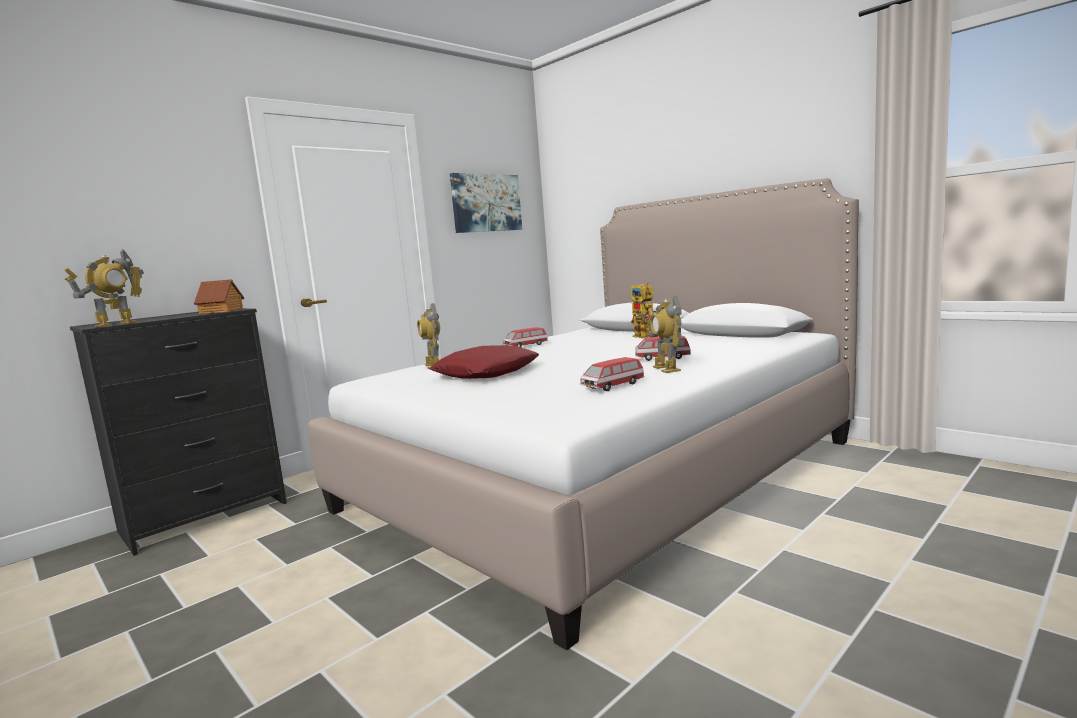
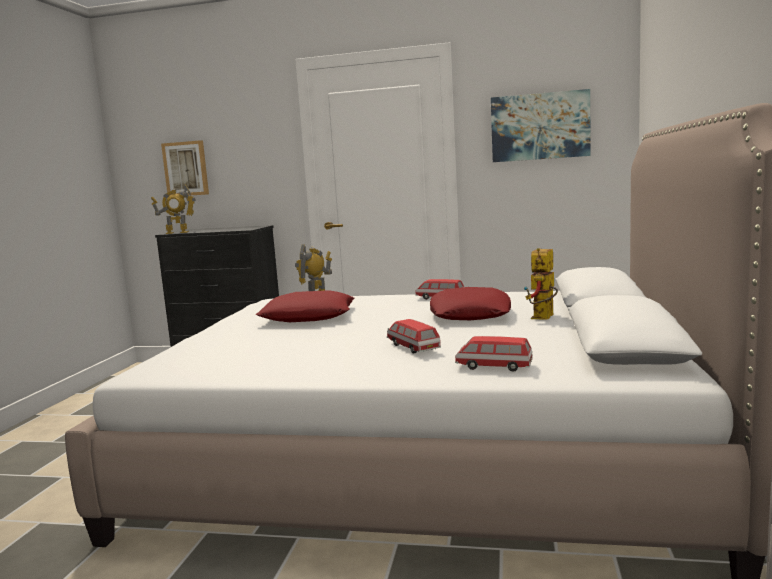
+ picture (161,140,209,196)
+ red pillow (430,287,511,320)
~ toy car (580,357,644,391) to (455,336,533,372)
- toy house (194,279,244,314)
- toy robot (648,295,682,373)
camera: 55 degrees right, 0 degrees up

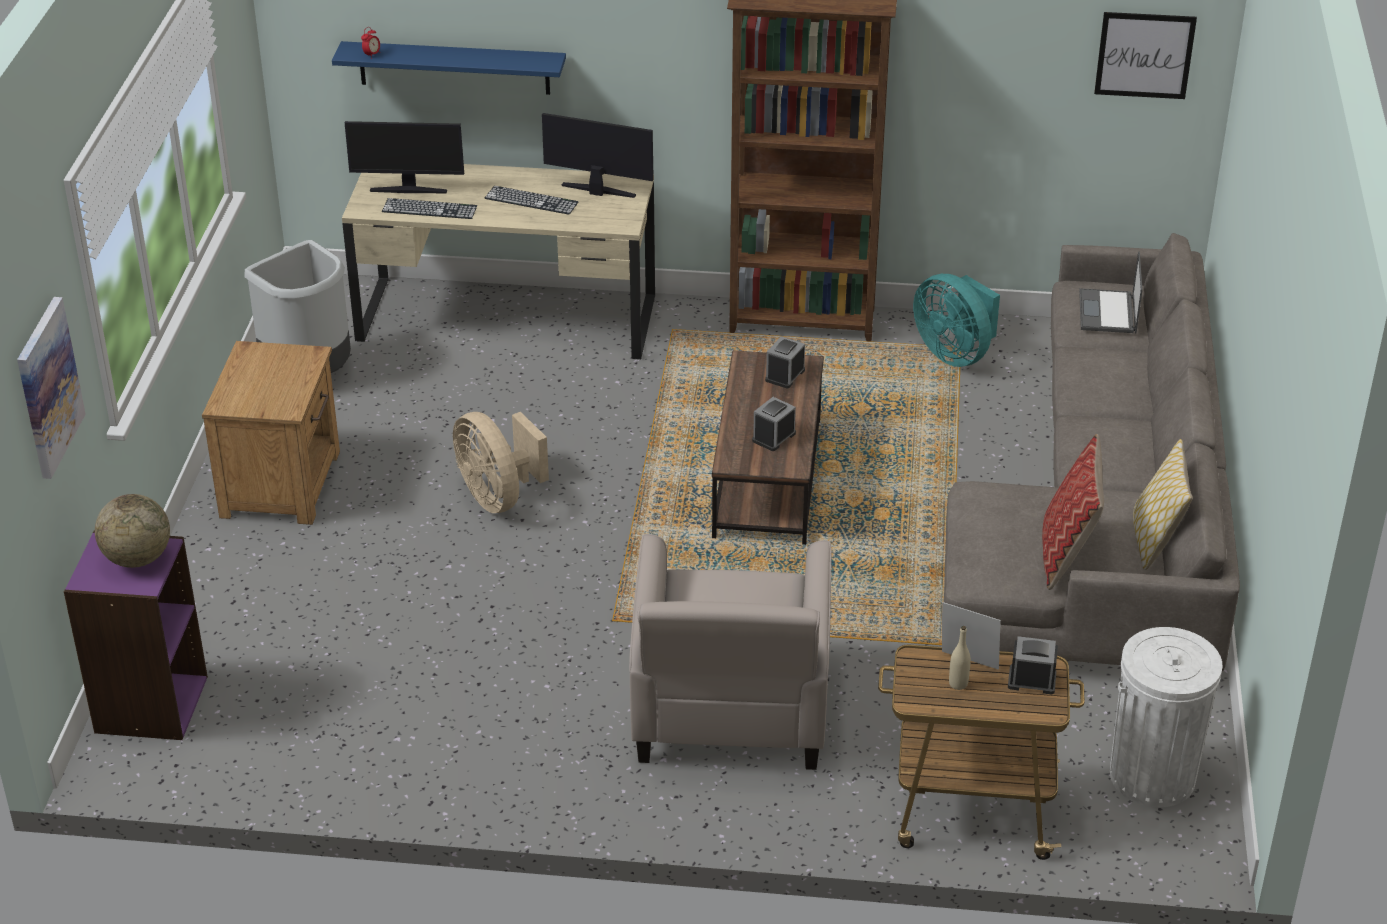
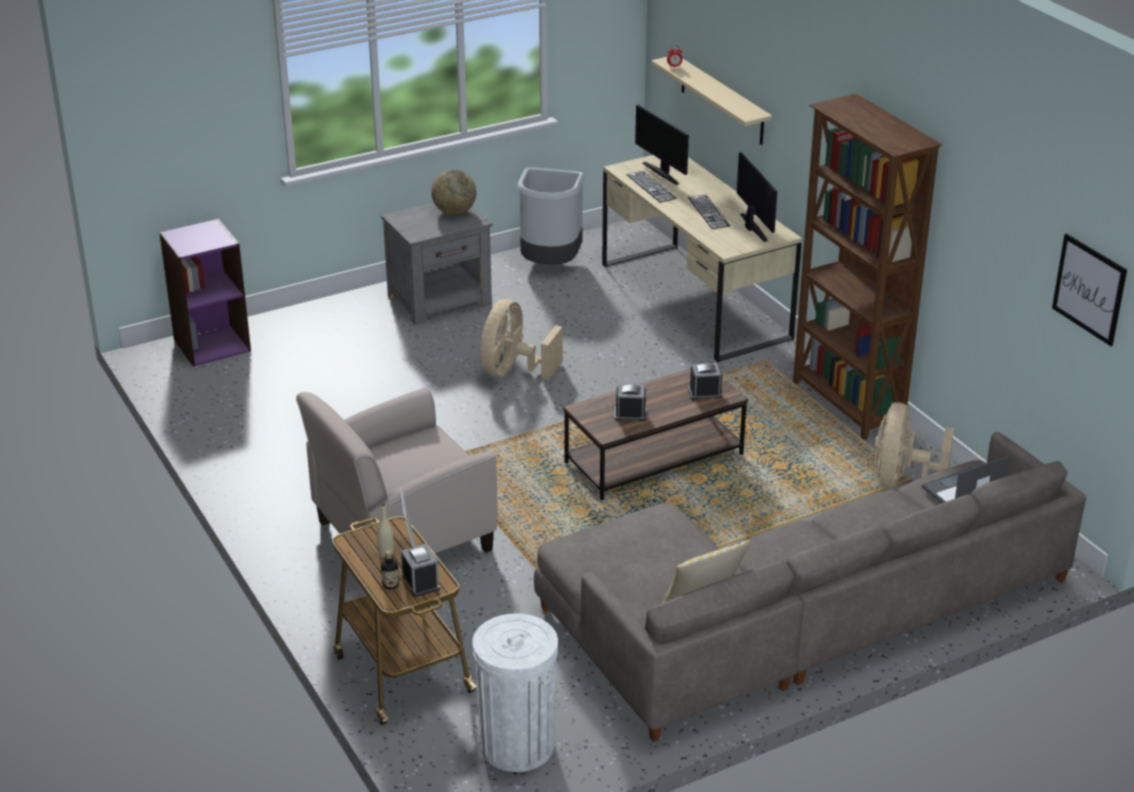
~ brown nightstand (202,341,340,525) to grey nightstand (381,203,493,325)
+ bottle (381,550,399,589)
~ globe (95,494,170,568) to (431,170,476,215)
~ blue shelf (332,41,566,95) to beige shelf (651,57,772,145)
~ turquoise fan (913,274,1000,367) to beige fan (875,402,954,488)
- picture (17,297,85,479)
- pillow (1042,434,1104,590)
camera: 55 degrees right, 5 degrees down

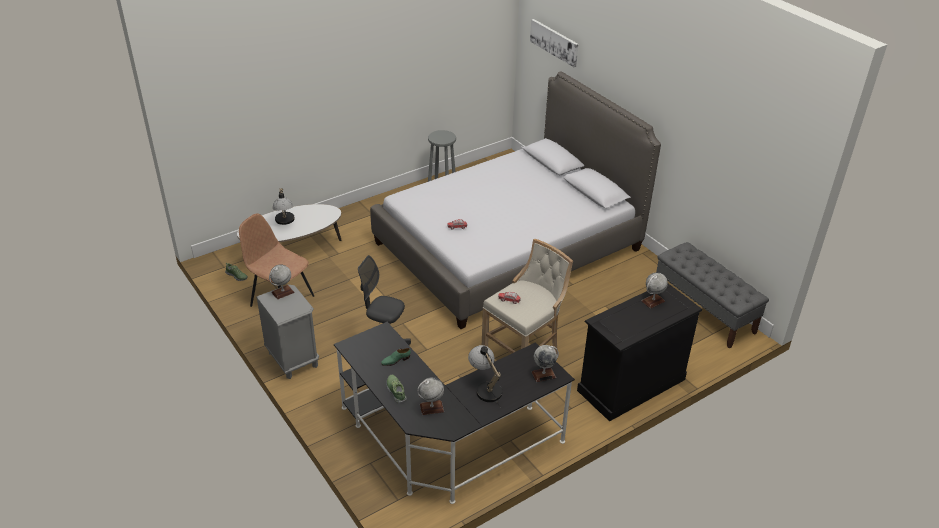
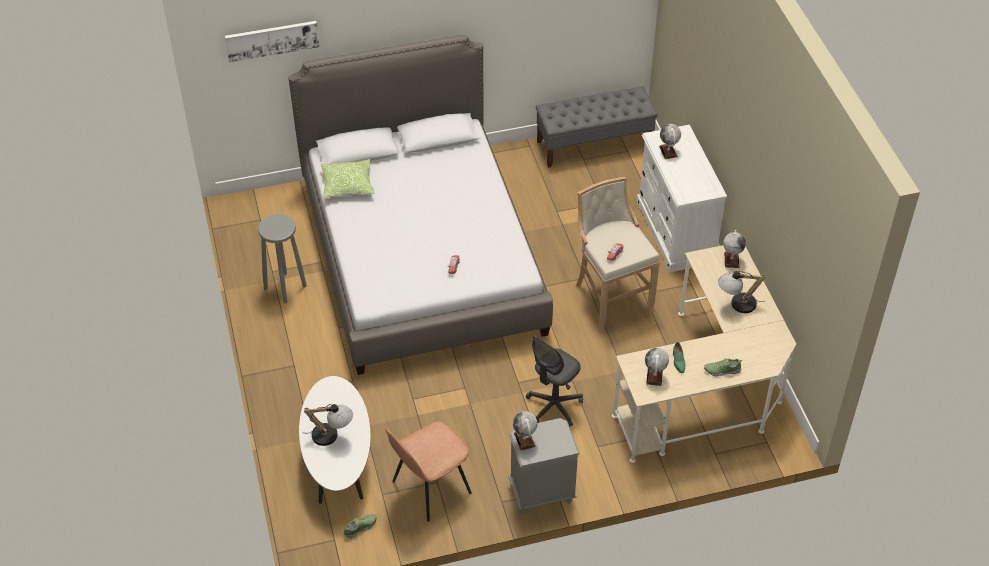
+ pillow (321,159,375,198)
~ black desk (334,322,575,504) to beige desk (612,245,796,463)
~ black dresser (577,284,702,422) to white dresser (637,125,727,272)
~ globe (417,377,444,415) to (645,348,669,386)
camera: 70 degrees left, 10 degrees up

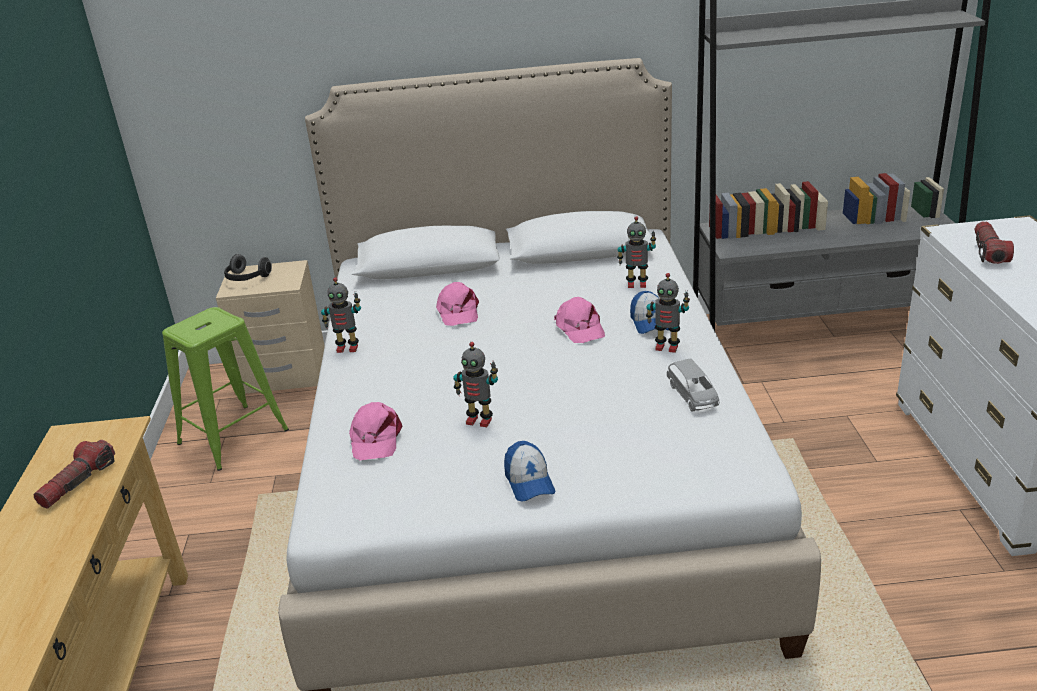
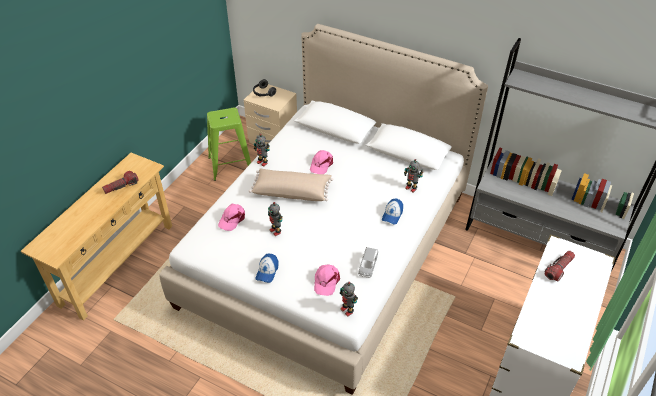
+ beige pillow (249,169,334,201)
~ pink cap (554,297,605,343) to (314,264,340,296)
~ toy robot (646,273,690,353) to (340,282,358,317)
camera: 30 degrees right, 15 degrees up

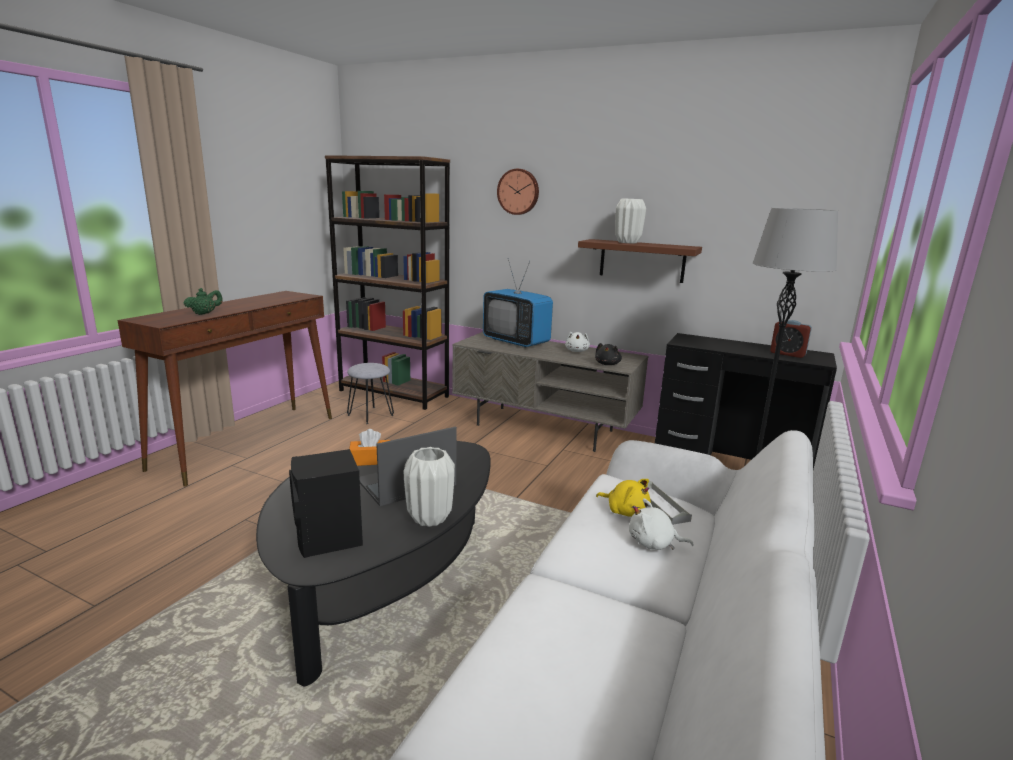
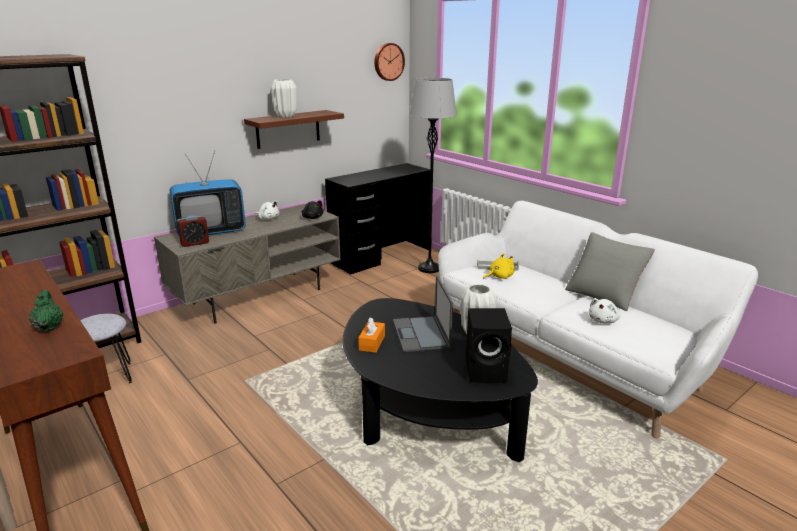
~ alarm clock (770,320,812,358) to (177,216,209,247)
~ wall clock (497,169,539,215) to (374,43,405,81)
+ grey pillow (565,232,655,311)
~ white plush toy (629,498,694,550) to (589,298,620,324)
camera: 65 degrees left, 5 degrees up

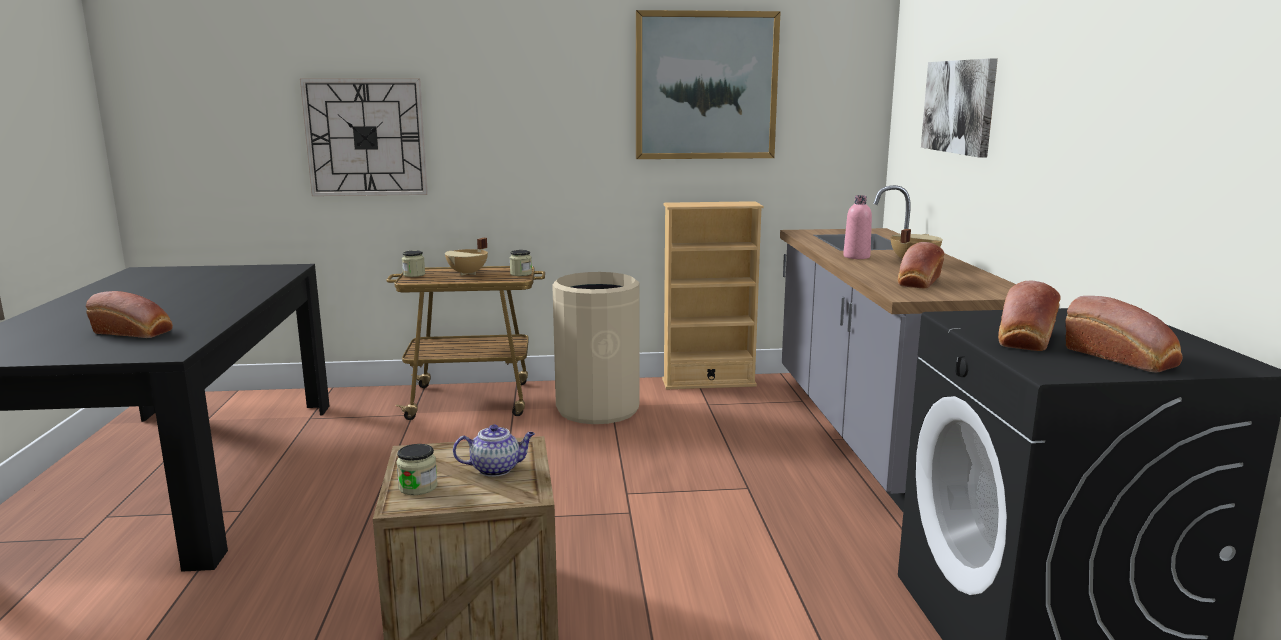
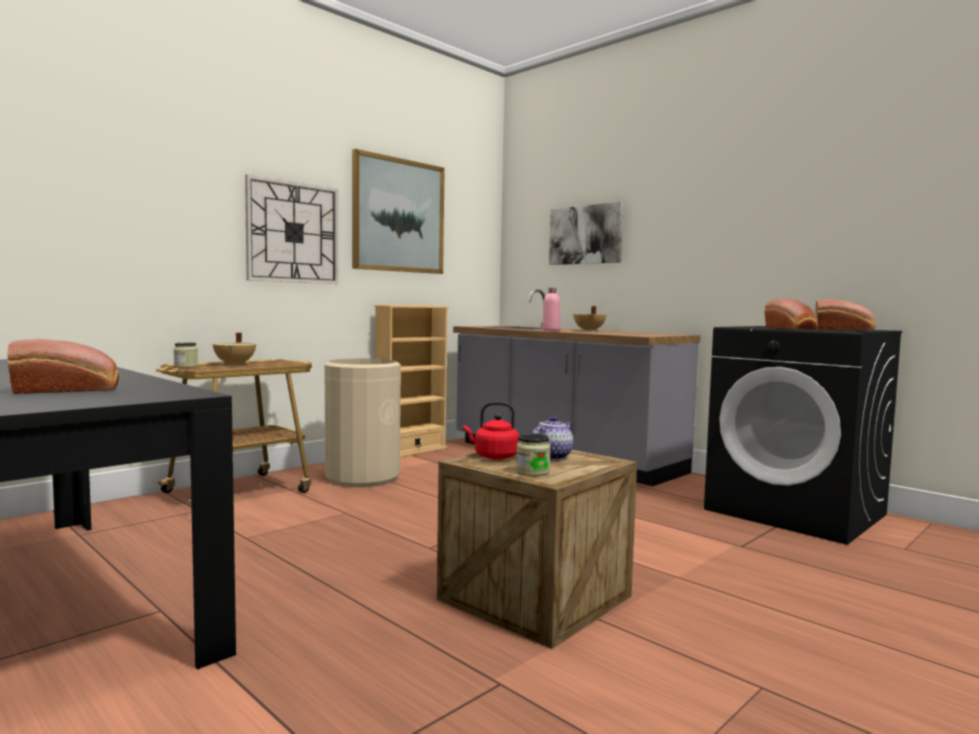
~ wall clock (300,79,428,196) to (245,174,338,284)
+ red kettle (463,402,519,460)
- jar (510,250,532,276)
- bread (898,242,945,288)
camera: 40 degrees left, 10 degrees down

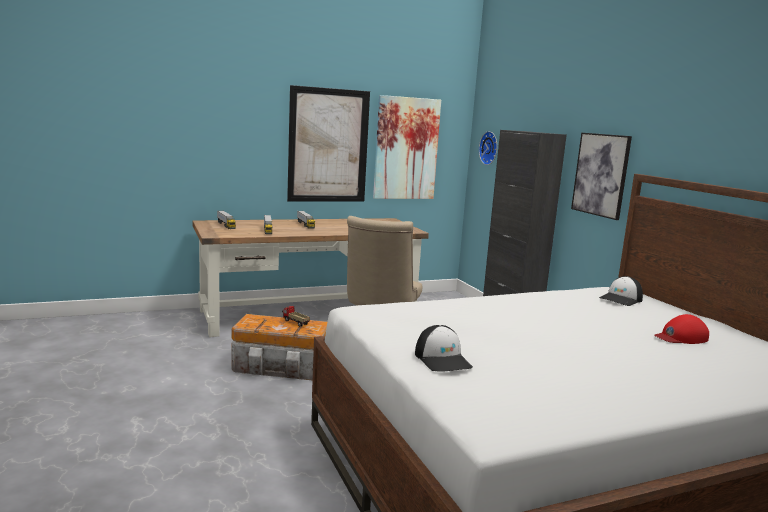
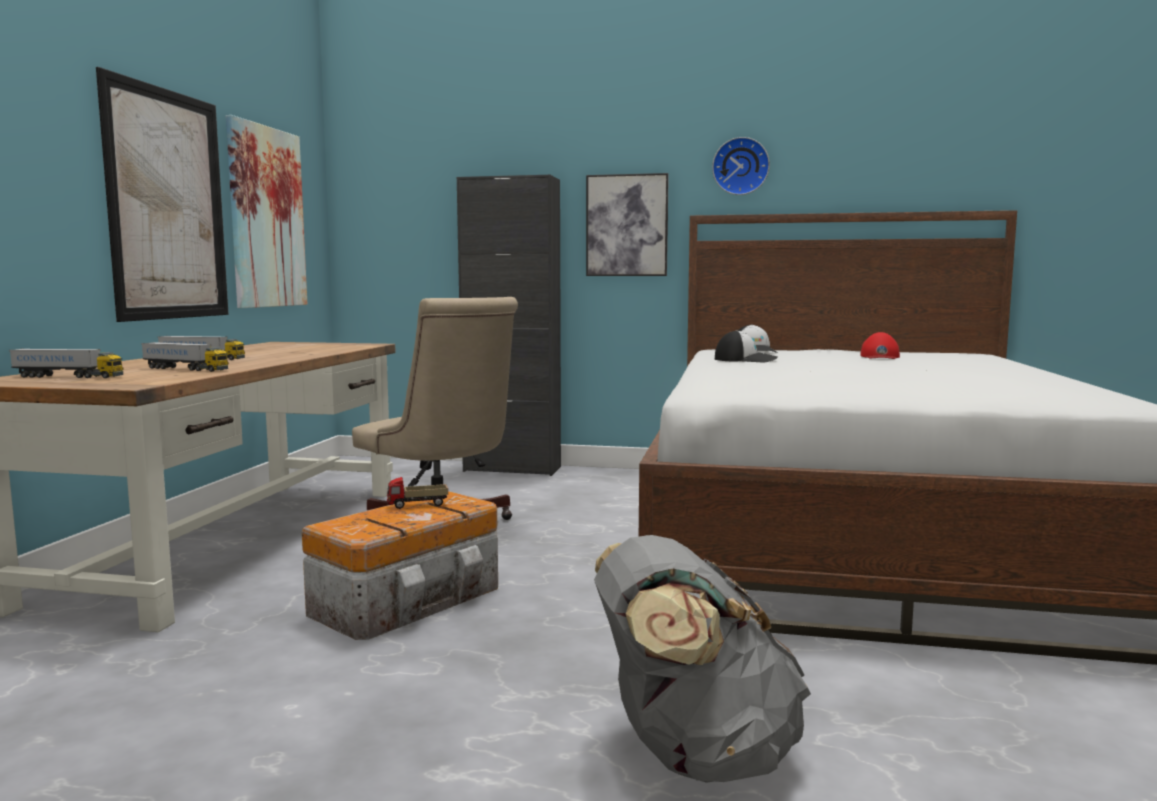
+ grey backpack (594,535,811,783)
~ wall clock (479,131,497,165) to (712,137,770,195)
~ cap (415,325,473,372) to (715,330,778,362)
camera: 55 degrees left, 5 degrees down

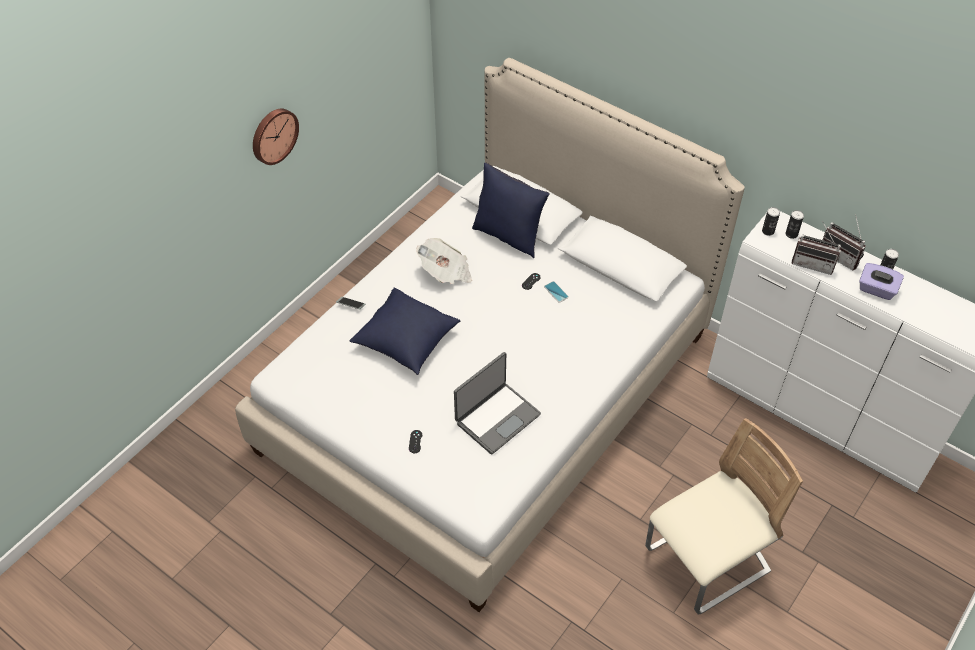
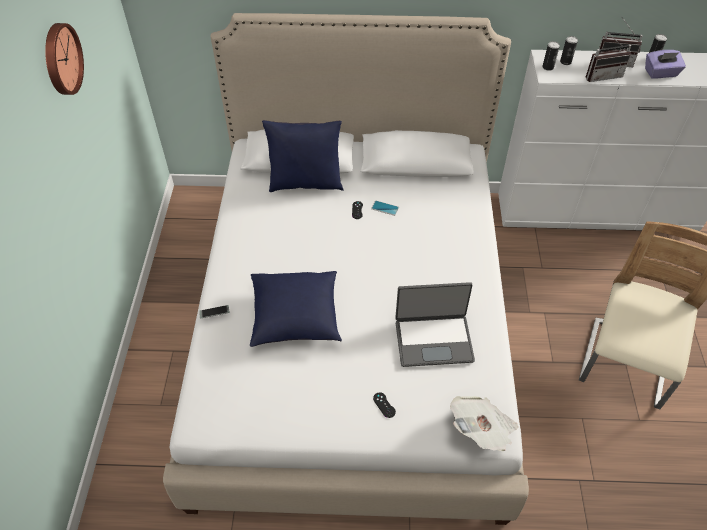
~ wall clock (253,108,299,165) to (45,23,84,95)
~ laptop (454,352,541,454) = (395,282,475,367) 75 degrees clockwise
~ newspaper (416,238,472,284) to (450,396,518,452)
camera: 35 degrees left, 0 degrees up

